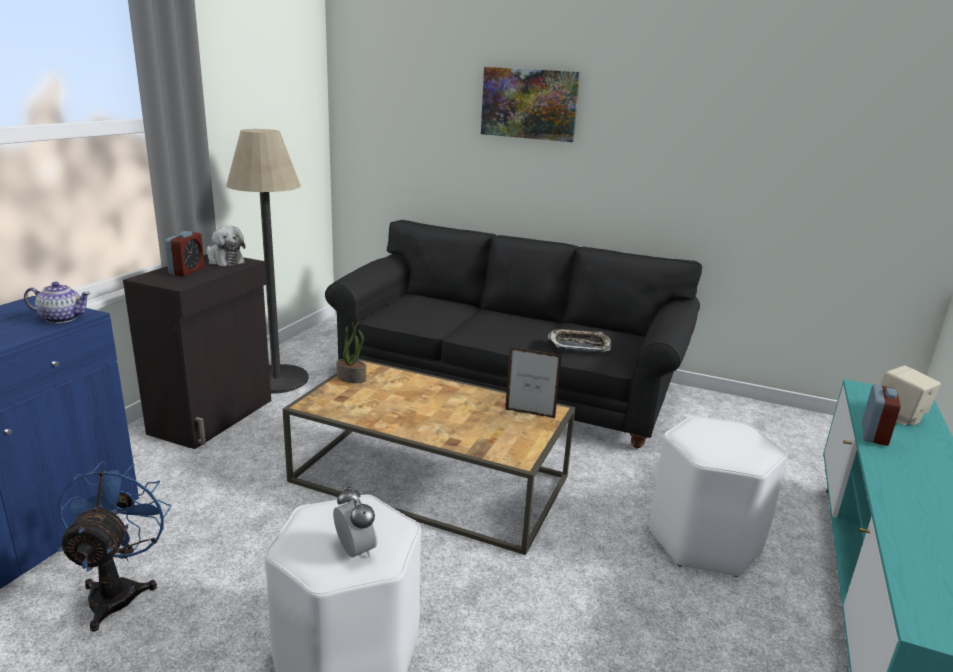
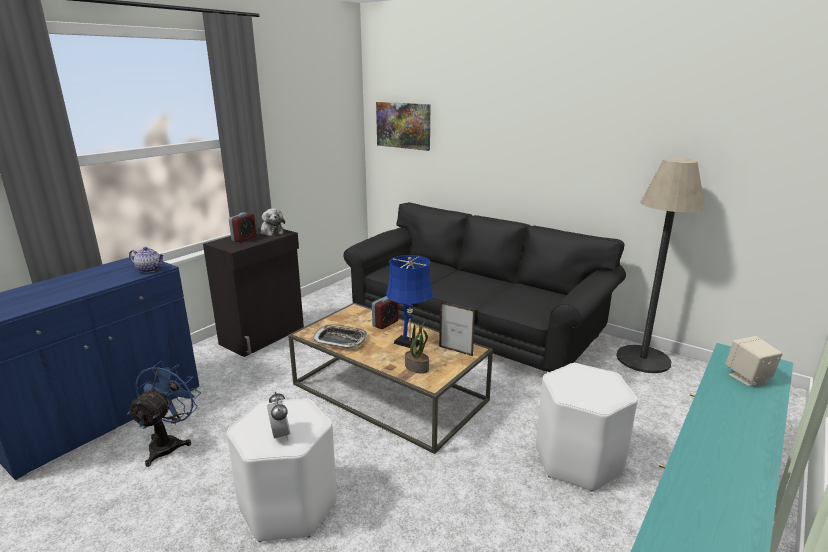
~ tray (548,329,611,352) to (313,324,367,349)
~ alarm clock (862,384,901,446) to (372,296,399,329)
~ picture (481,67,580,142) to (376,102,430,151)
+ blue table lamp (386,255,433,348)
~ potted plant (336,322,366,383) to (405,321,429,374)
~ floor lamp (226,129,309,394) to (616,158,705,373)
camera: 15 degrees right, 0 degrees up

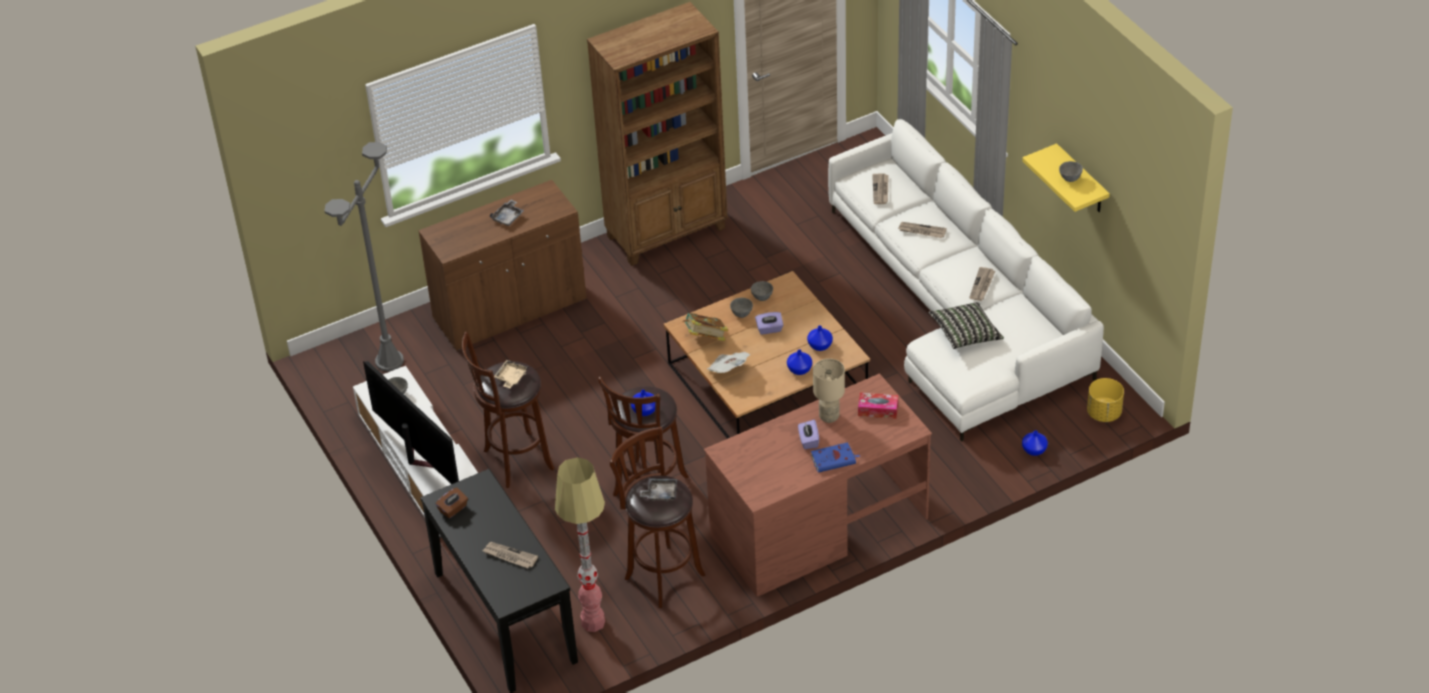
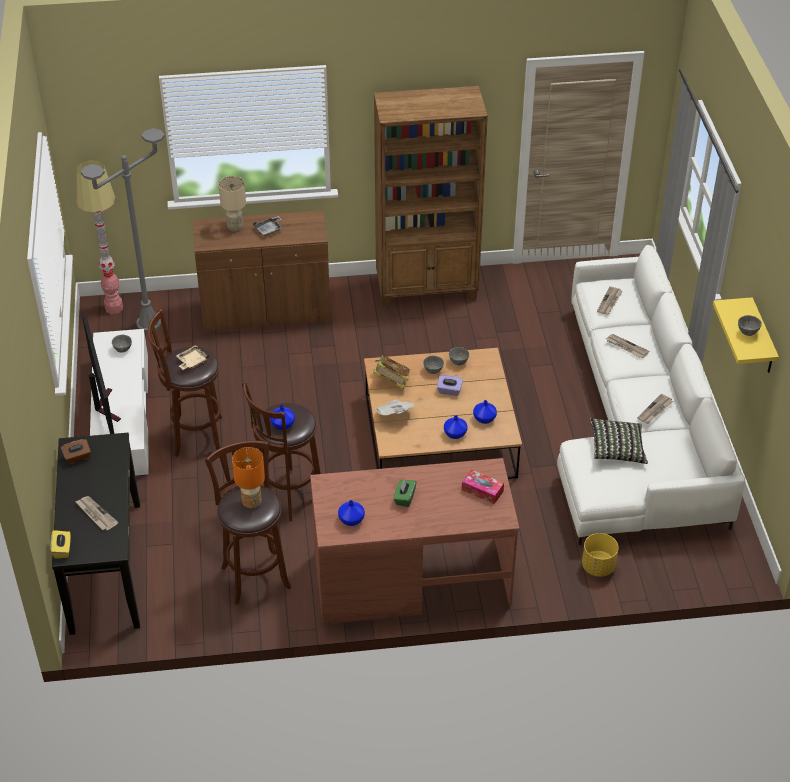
+ yellow tissue box (51,530,71,559)
~ floor lamp (555,457,605,632) to (76,160,123,314)
~ beige table lamp (813,358,845,423) to (219,176,246,232)
~ grey tray (640,478,677,501) to orange table lamp (232,447,265,509)
~ blue vase (1022,430,1048,456) to (338,500,365,526)
~ purple tissue box (798,420,819,449) to green tissue box (394,480,416,507)
~ yellow planter (1087,378,1124,422) to (582,533,619,577)
- blue book (811,442,861,473)
camera: 20 degrees right, 0 degrees up

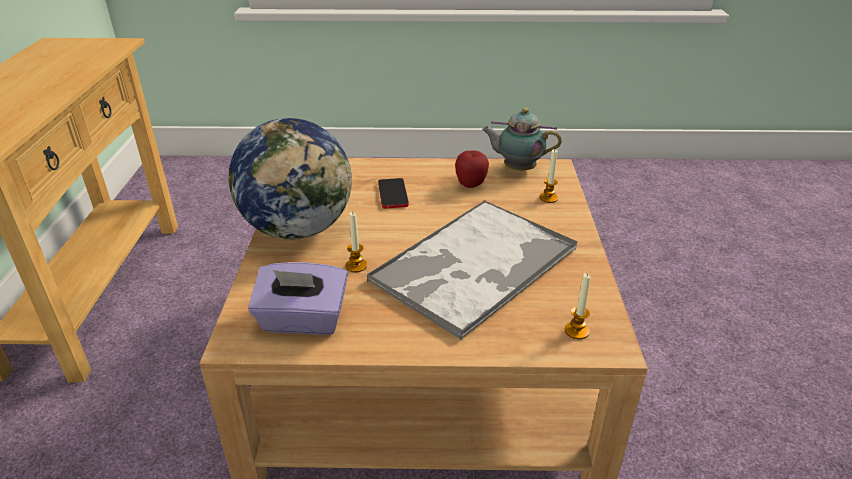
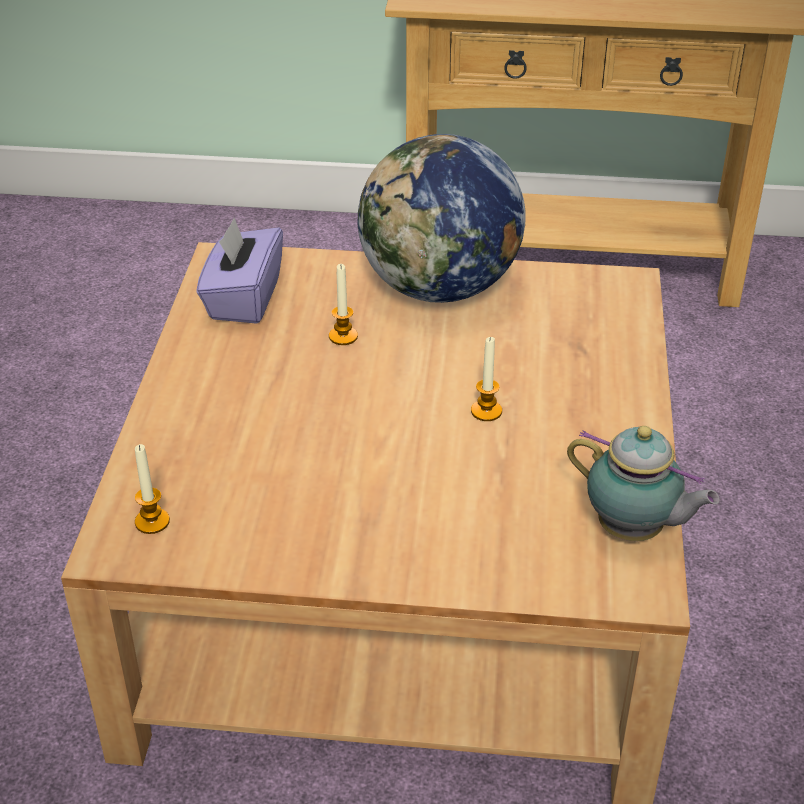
~ candle (539,149,558,203) to (471,336,502,421)
~ teapot (482,108,562,171) = (567,426,720,541) 105 degrees clockwise
- tray (366,200,578,340)
- phone (378,178,409,209)
- apple (455,151,489,188)
camera: 95 degrees right, 5 degrees up

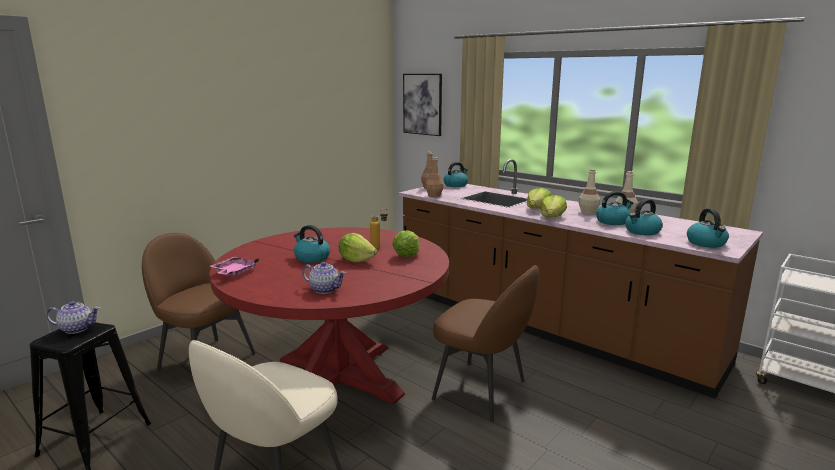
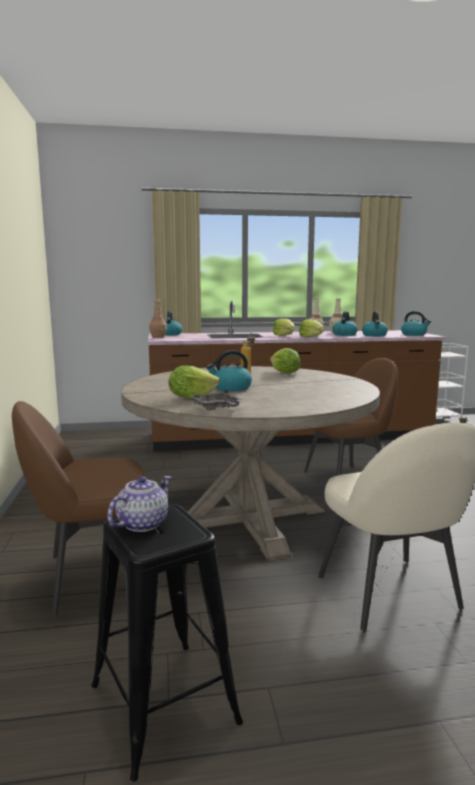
~ red dining table (209,227,449,405) to beige dining table (121,366,380,562)
~ lettuce (339,233,377,262) to (169,365,220,399)
~ pink tray (210,257,259,276) to grey tray (189,389,244,411)
- teapot (302,262,346,294)
- picture (403,74,442,136)
- brown bottle (425,157,444,197)
camera: 50 degrees left, 5 degrees down

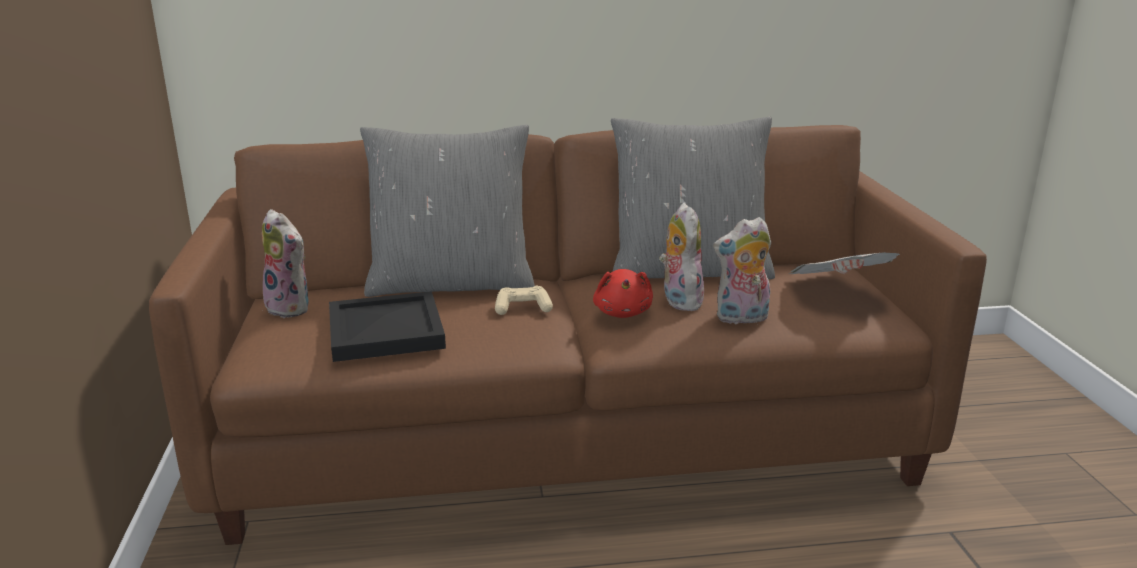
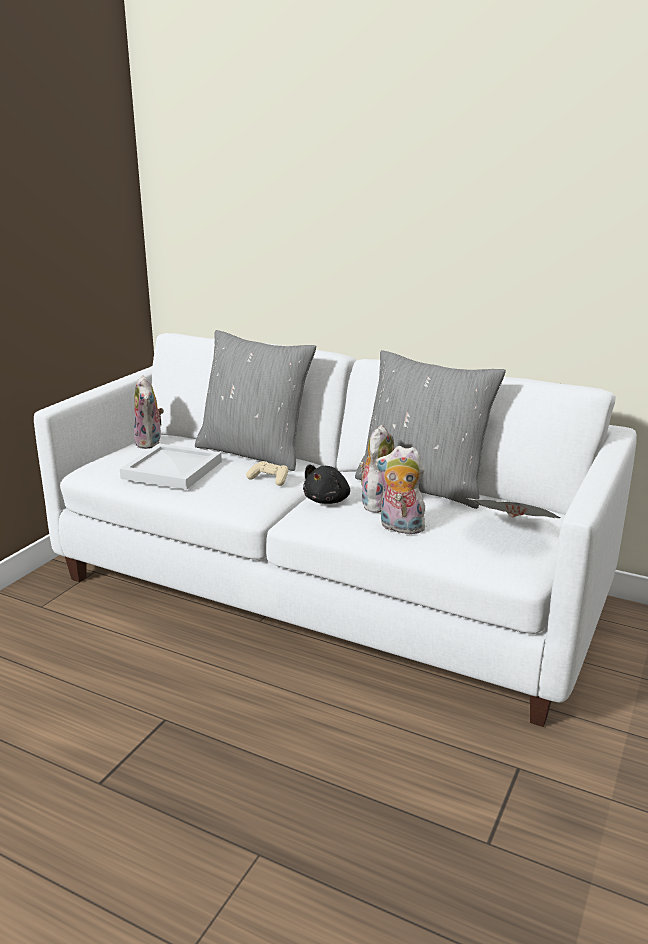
~ brown sofa (149,125,987,545) to white sofa (34,333,637,727)
~ black tray (329,291,446,362) to white tray (120,443,222,490)
~ red plush toy (593,269,653,318) to black plush toy (303,464,350,504)
camera: 35 degrees right, 0 degrees up

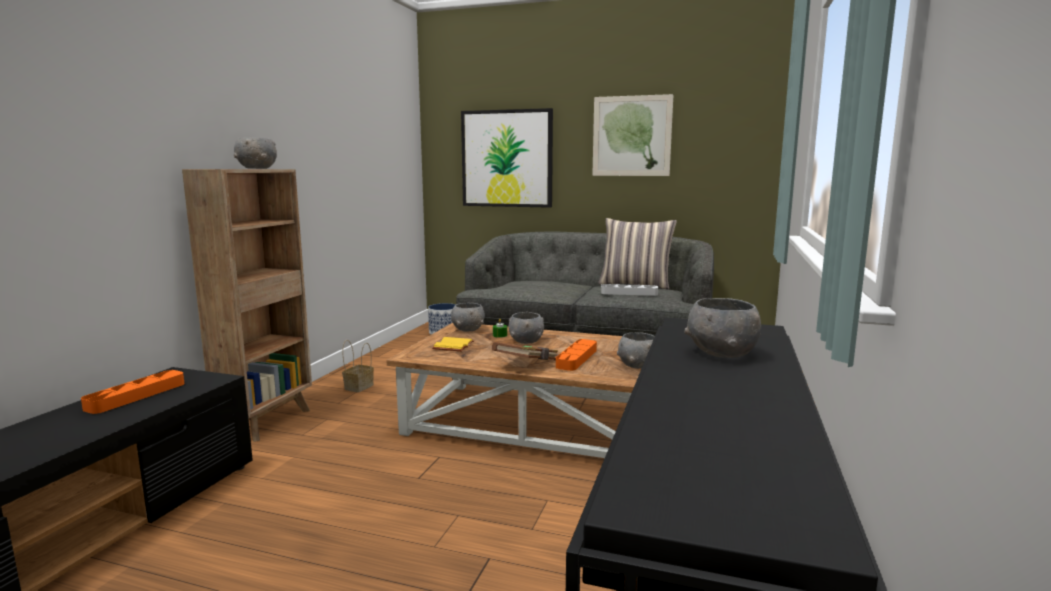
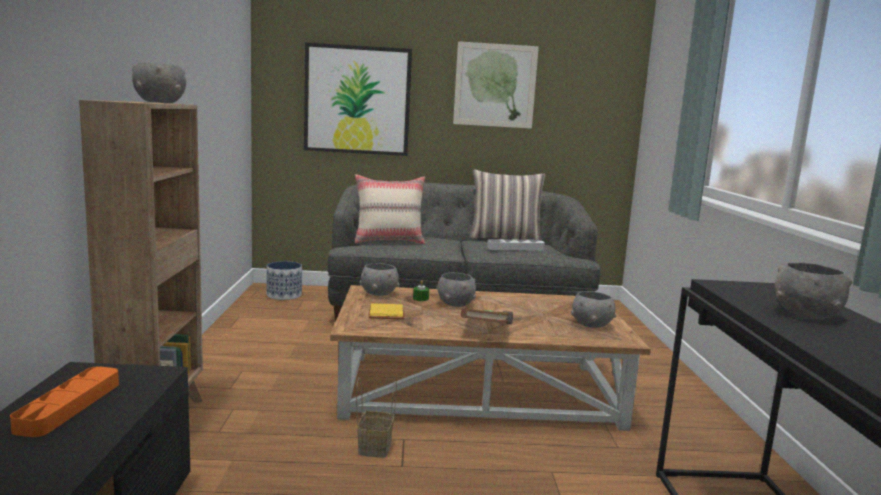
+ beige pillow (355,174,425,244)
~ basket (342,340,374,392) to (356,378,397,458)
- orange tray (556,339,597,371)
camera: 20 degrees left, 0 degrees up

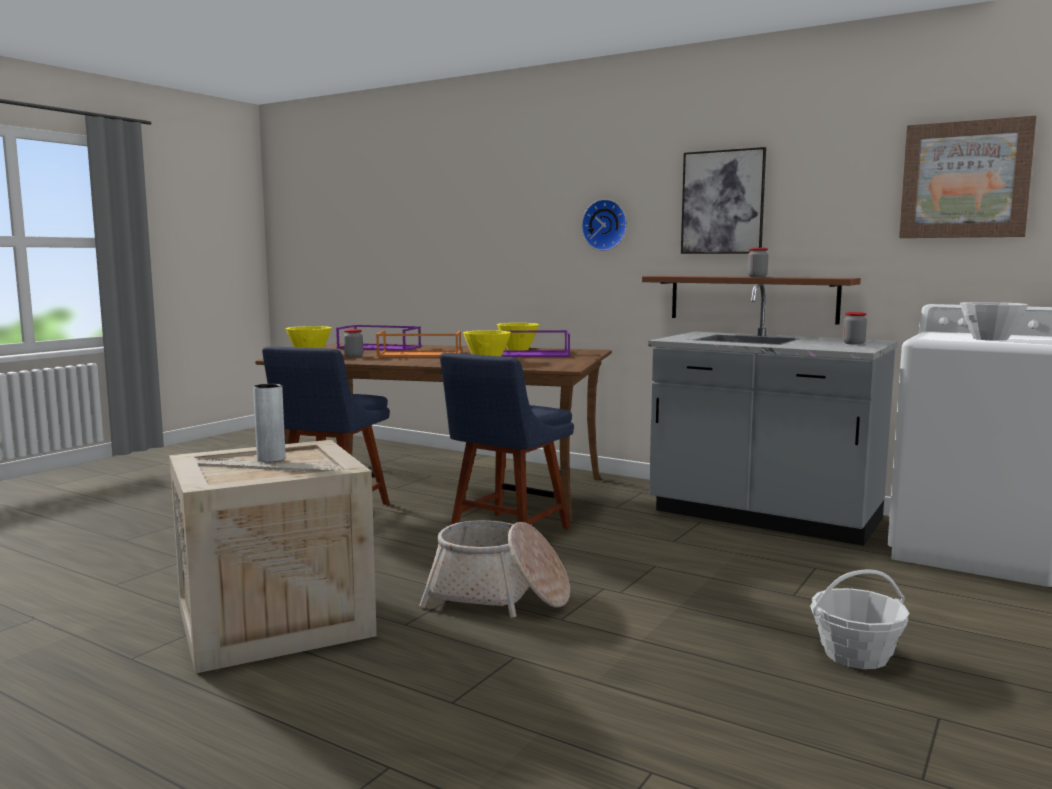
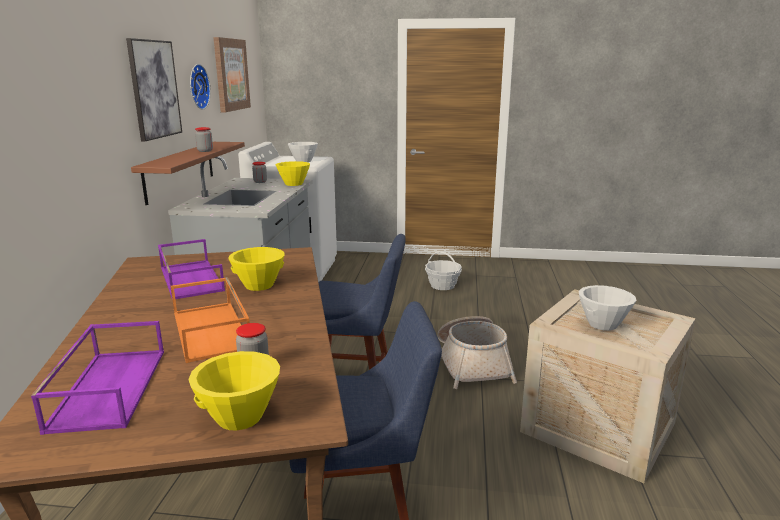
~ wall clock (581,199,627,251) to (190,64,211,110)
~ yellow bowl (497,323,539,350) to (276,161,310,186)
~ grey vase (253,384,286,462) to white bowl (579,285,636,331)
camera: 115 degrees left, 10 degrees up

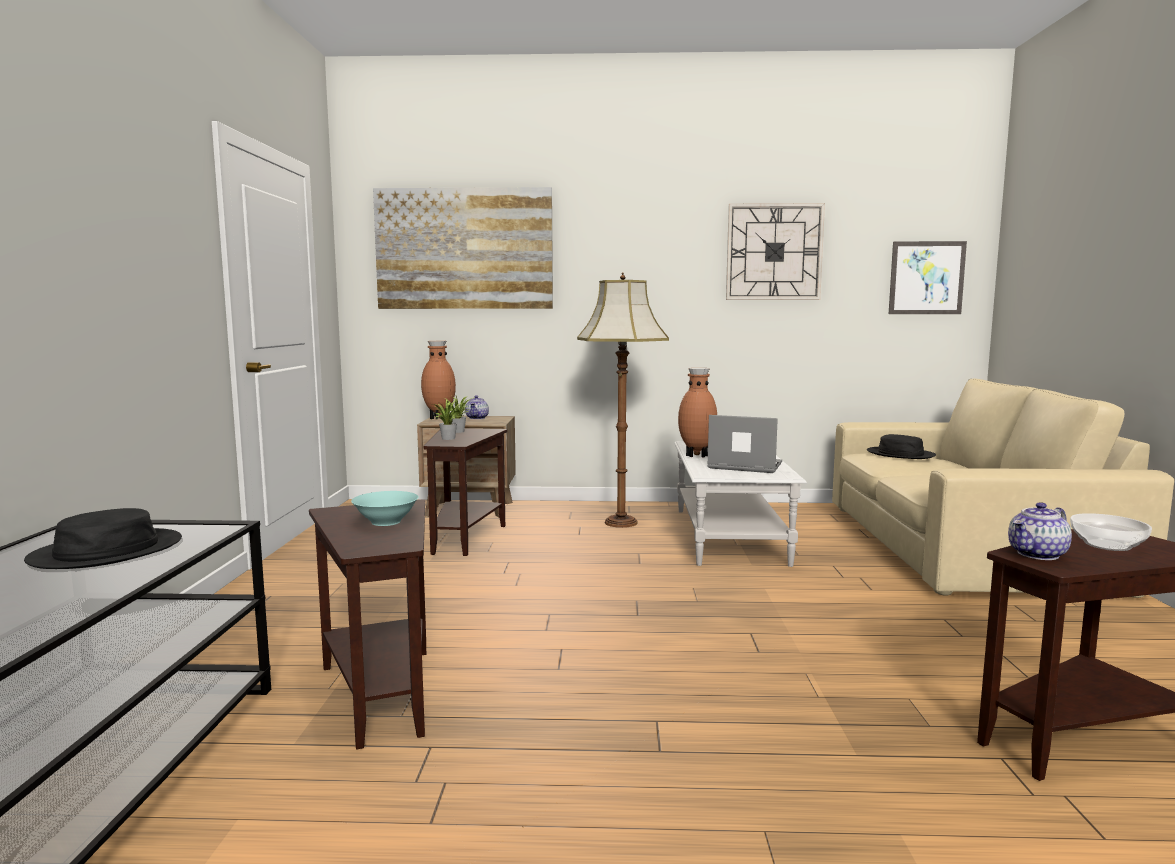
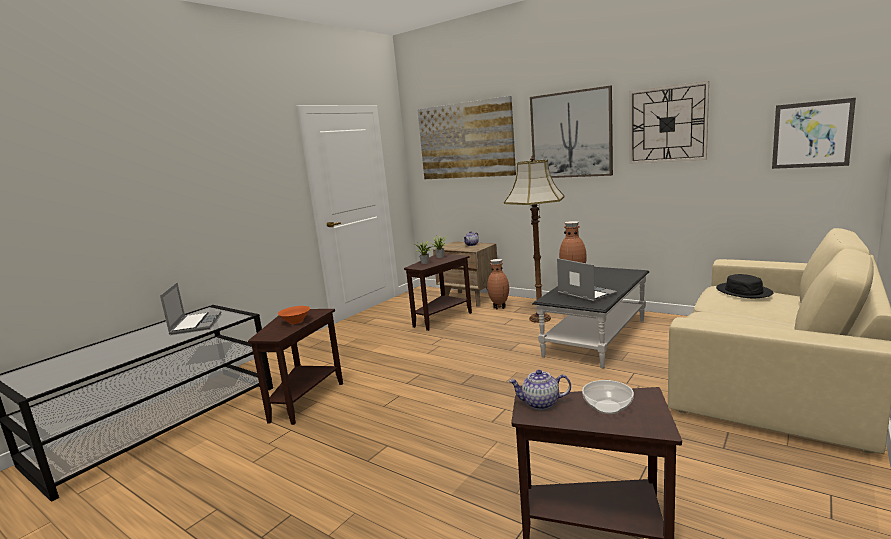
~ black hat (24,508,182,569) to laptop (160,283,221,335)
~ turquoise bowl (351,491,419,526) to orange bowl (278,306,310,324)
~ brown vase (421,341,456,419) to (487,259,509,309)
+ picture (530,85,613,178)
~ white coffee table (674,441,807,567) to black coffee table (532,267,649,369)
camera: 35 degrees right, 5 degrees up

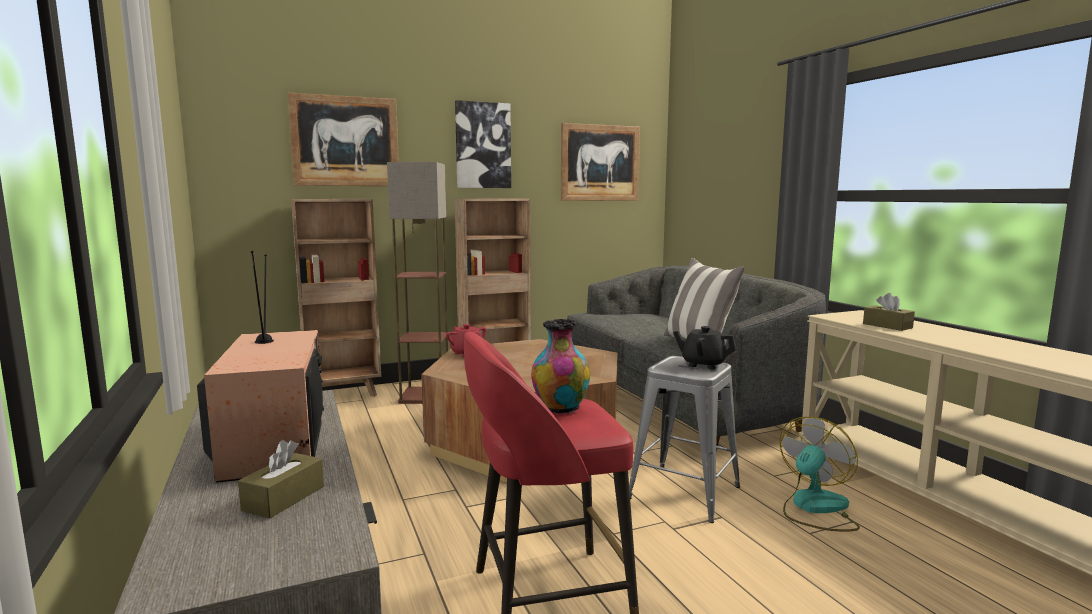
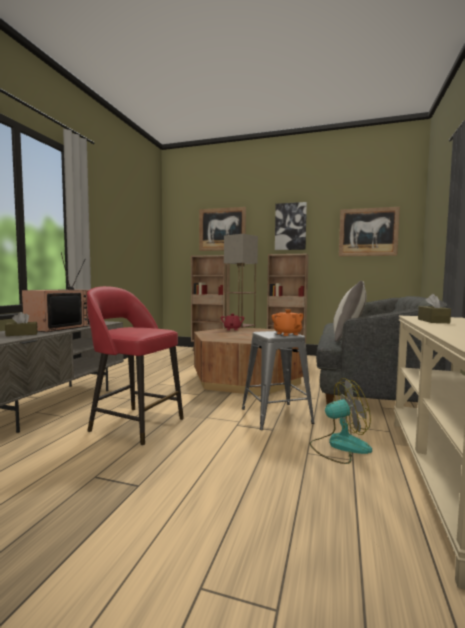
~ black teapot (673,326,737,369) to orange teapot (272,310,304,336)
- vase (531,319,590,413)
camera: 40 degrees right, 5 degrees down

